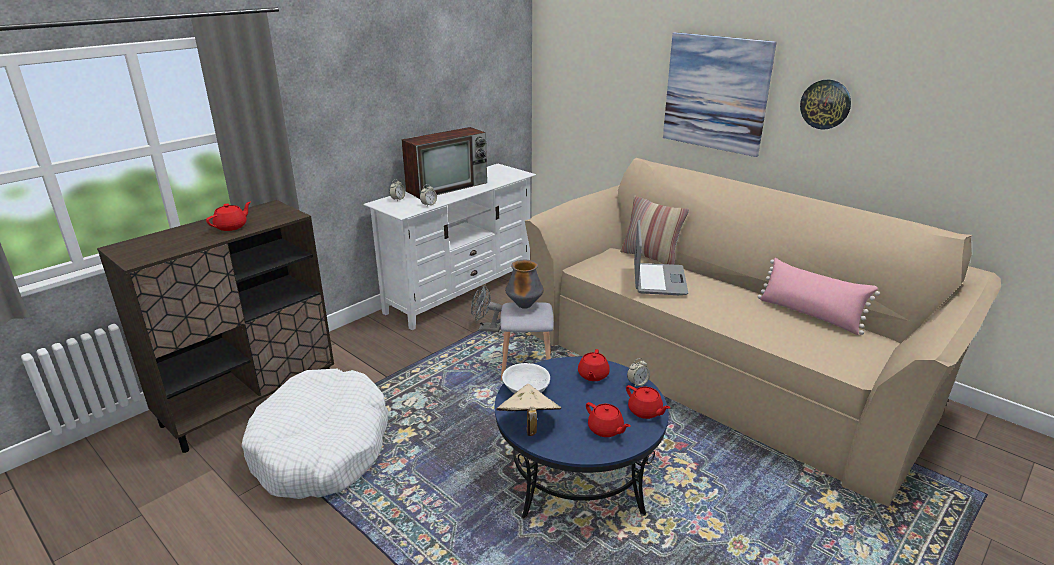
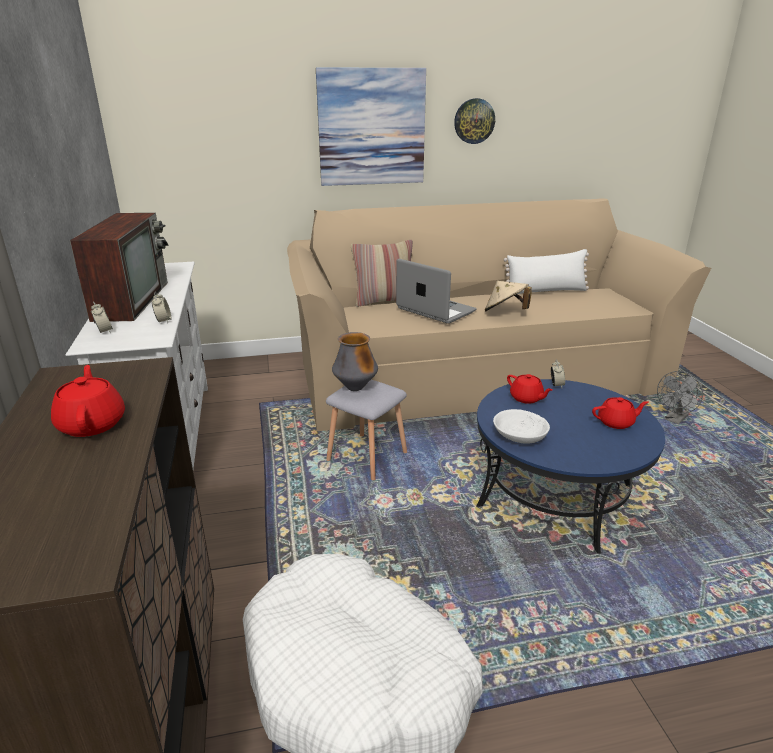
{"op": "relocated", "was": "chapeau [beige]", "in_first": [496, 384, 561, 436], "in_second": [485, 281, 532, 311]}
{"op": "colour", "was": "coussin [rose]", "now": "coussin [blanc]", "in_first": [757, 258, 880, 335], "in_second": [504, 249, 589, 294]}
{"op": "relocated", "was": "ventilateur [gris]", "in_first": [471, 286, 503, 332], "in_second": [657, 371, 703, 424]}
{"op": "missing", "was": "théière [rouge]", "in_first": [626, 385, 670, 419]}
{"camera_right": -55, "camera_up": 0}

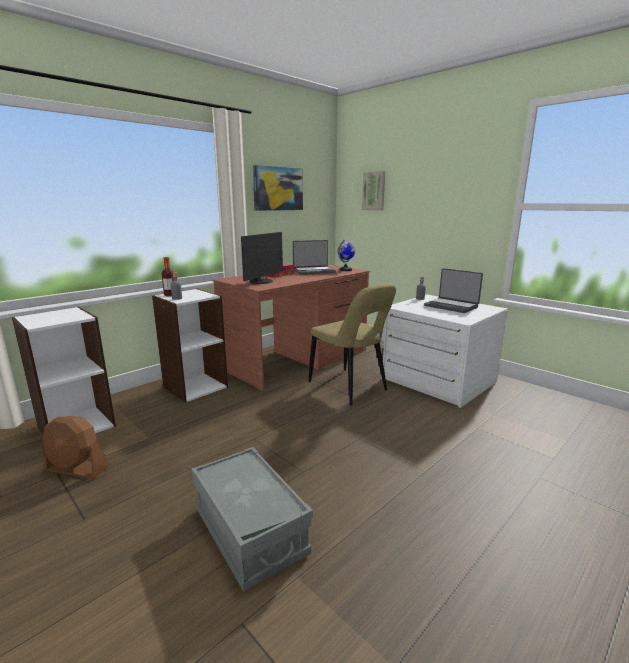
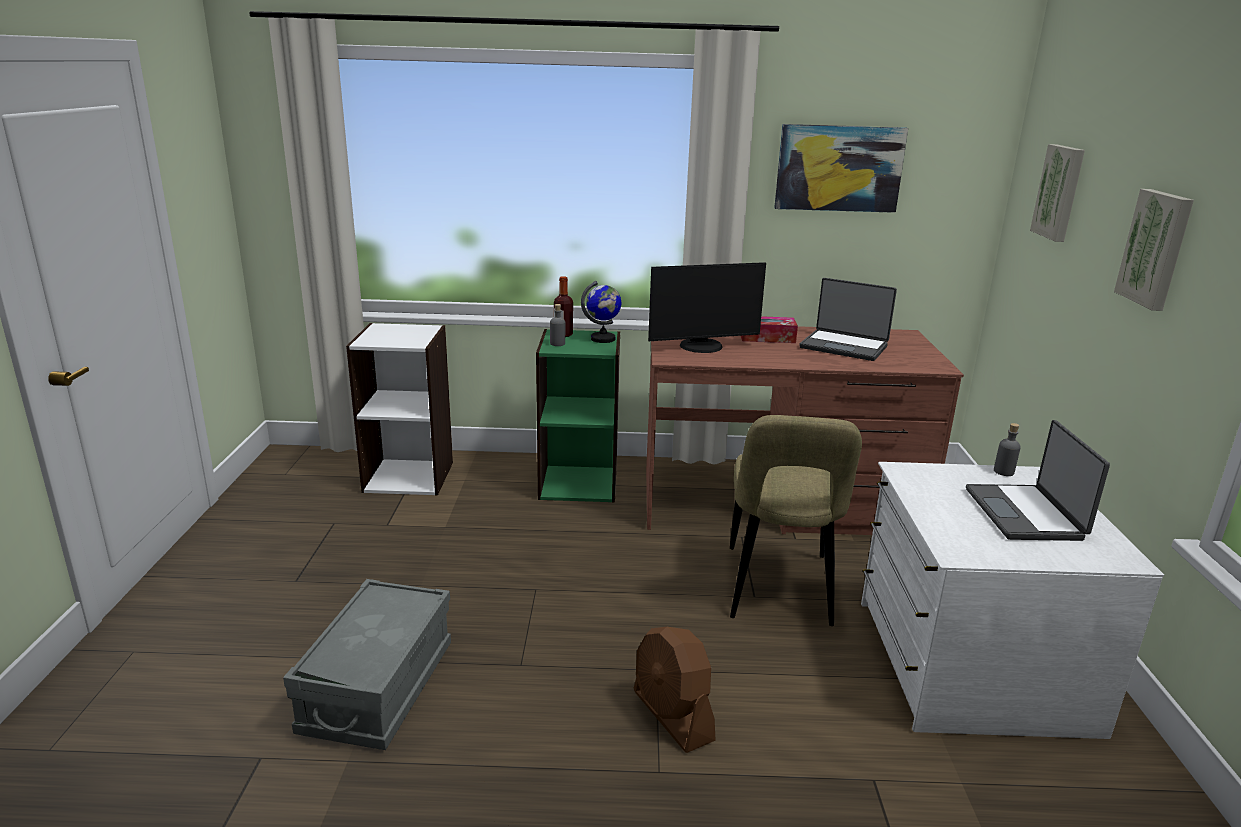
{"op": "colour", "was": "bibliothèque [blanc]", "now": "bibliothèque [vert]", "in_first": [152, 289, 228, 403], "in_second": [536, 329, 620, 503]}
{"op": "relocated", "was": "globe", "in_first": [338, 240, 355, 271], "in_second": [581, 281, 621, 343]}
{"op": "relocated", "was": "ventilateur [marron]", "in_first": [41, 416, 109, 480], "in_second": [634, 627, 716, 753]}
{"op": "appeared", "now": "tableau", "in_second": [1114, 189, 1194, 311]}
{"camera_right": 45, "camera_up": 5}

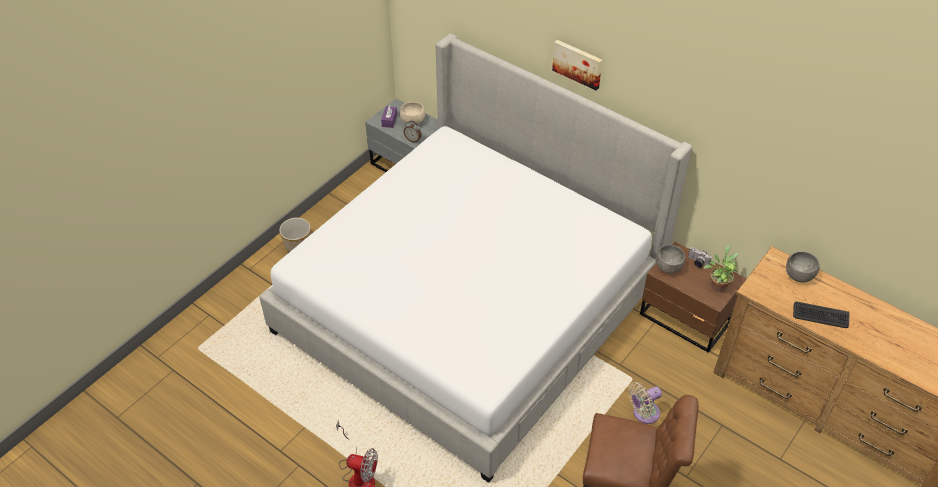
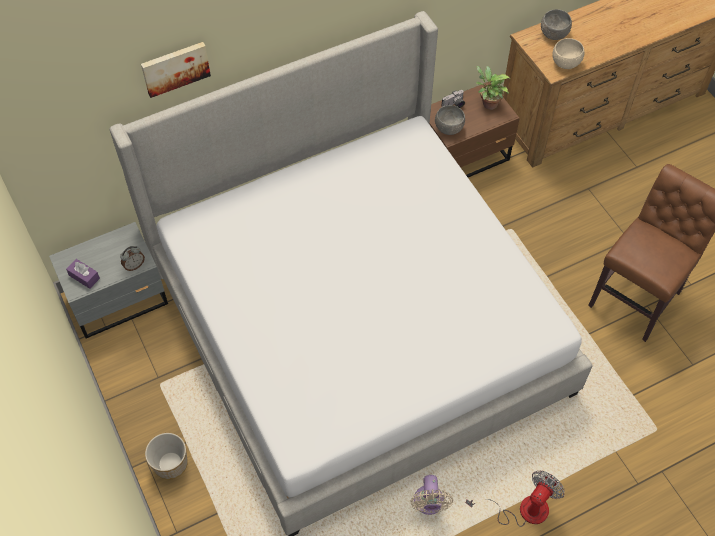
{"op": "relocated", "was": "tableau", "in_first": [552, 40, 603, 91], "in_second": [141, 42, 211, 98]}
{"op": "relocated", "was": "ventilateur [beige]", "in_first": [628, 382, 662, 424], "in_second": [410, 475, 453, 515]}
{"op": "relocated", "was": "bol [beige]", "in_first": [400, 102, 425, 125], "in_second": [552, 38, 584, 69]}
{"op": "missing", "was": "clavier", "in_first": [793, 301, 850, 328]}
{"camera_right": -65, "camera_up": 10}

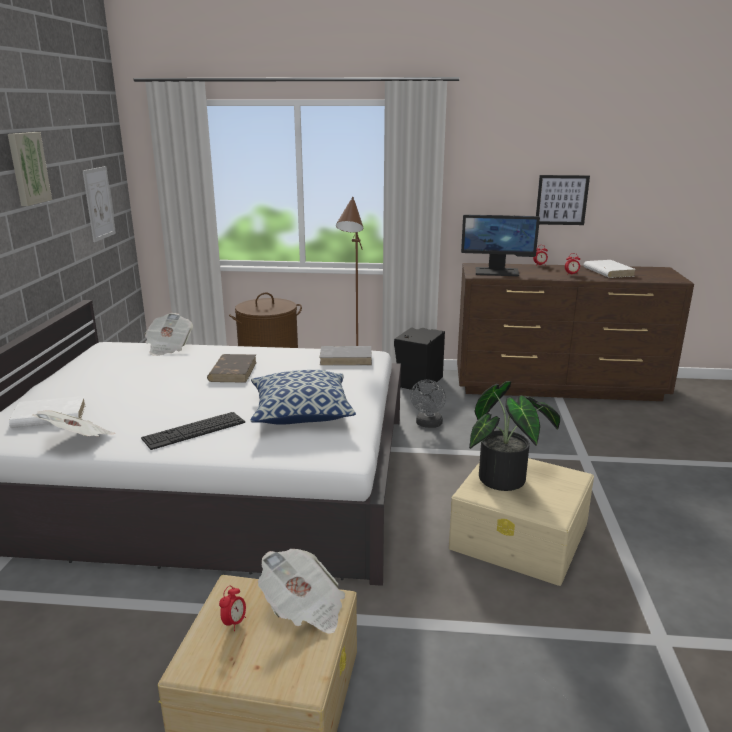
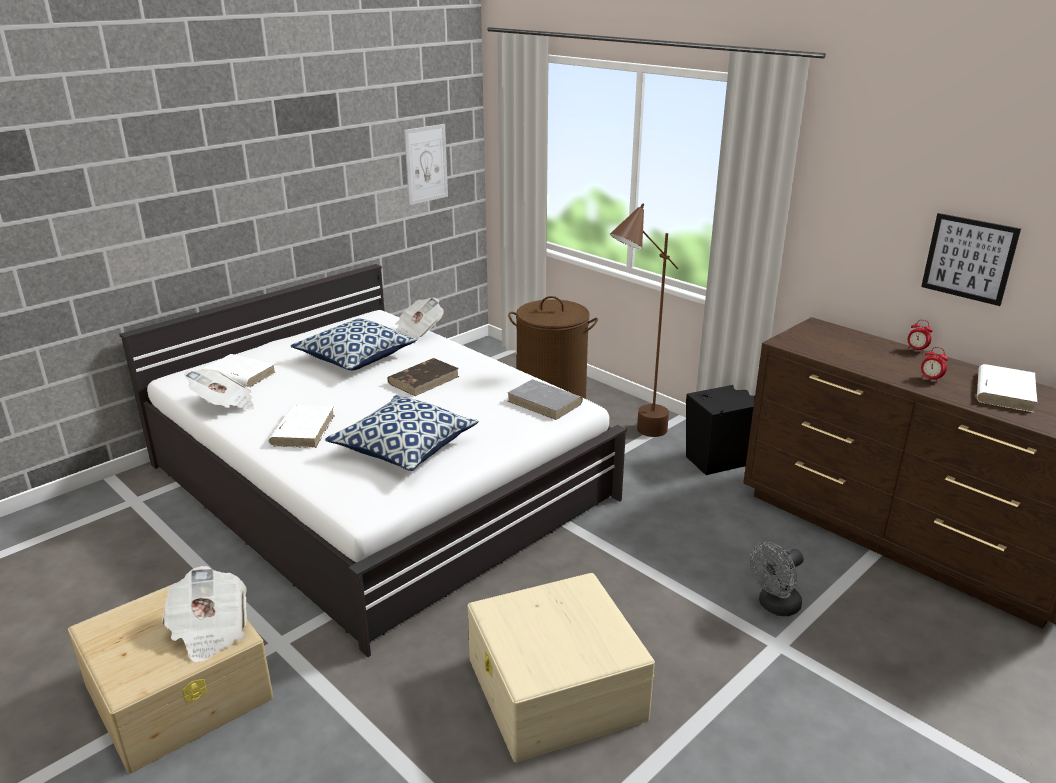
{"op": "exchanged", "was": "clavier", "now": "livre [blanc]", "in_first": [141, 412, 245, 450], "in_second": [269, 405, 335, 448]}
{"op": "appeared", "now": "coussin", "in_second": [291, 318, 417, 370]}
{"op": "relocated", "was": "ventilateur [gris]", "in_first": [410, 380, 446, 428], "in_second": [750, 542, 804, 616]}
{"op": "missing", "was": "tableau", "in_first": [8, 132, 52, 206]}
{"op": "missing", "was": "réveil", "in_first": [219, 585, 246, 631]}
{"op": "missing", "was": "écran d'ordinateur", "in_first": [461, 215, 540, 276]}
{"op": "missing", "was": "plante en pot", "in_first": [469, 381, 560, 491]}
{"camera_right": 40, "camera_up": 5}

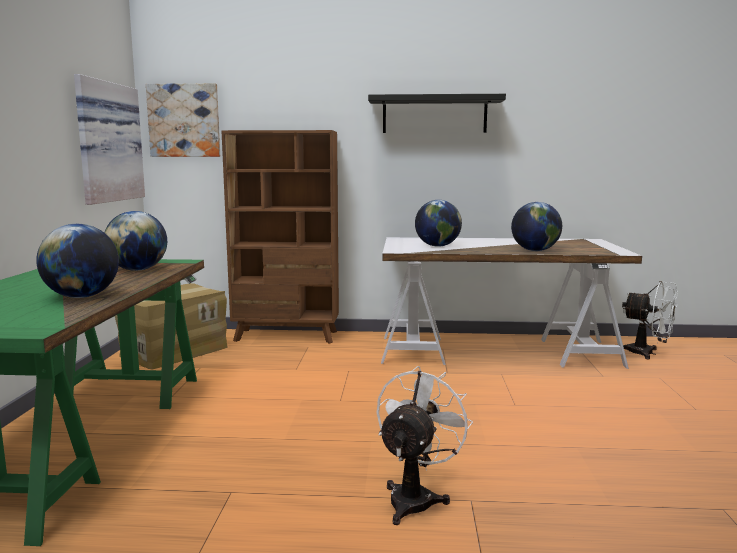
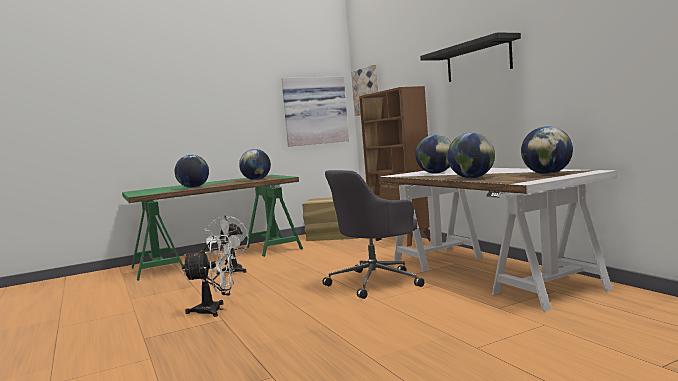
{"op": "relocated", "was": "ventilateur [blanc]", "in_first": [622, 281, 678, 359], "in_second": [203, 216, 249, 275]}
{"op": "appeared", "now": "chaise de bureau [gris]", "in_second": [323, 170, 424, 299]}
{"op": "appeared", "now": "globe", "in_second": [521, 126, 573, 174]}
{"camera_right": 60, "camera_up": -5}

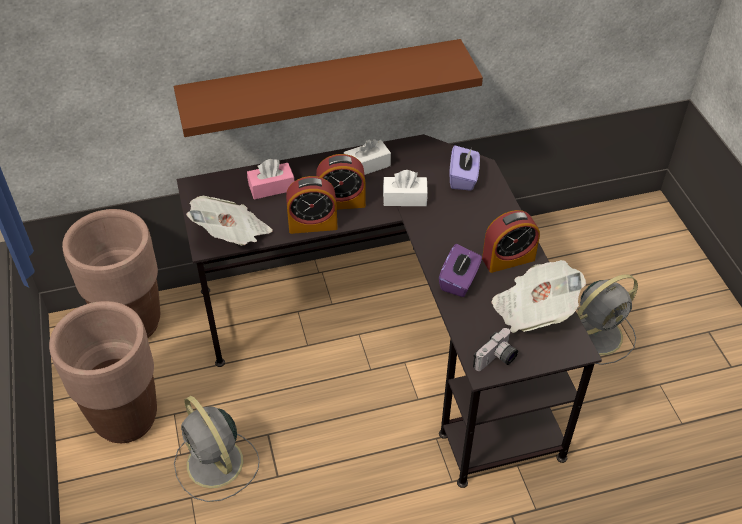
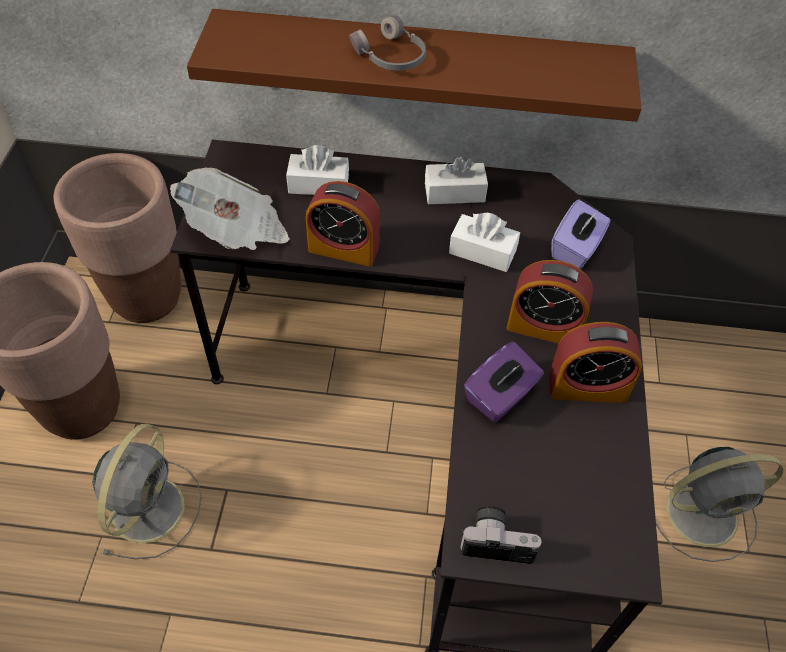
{"op": "spun", "was": "ventilateur [gris]", "in_first": [174, 396, 260, 502], "in_second": [92, 423, 202, 559], "clockwise": -150}
{"op": "colour", "was": "boîte à mouchoirs [rose]", "now": "boîte à mouchoirs [blanc]", "in_first": [247, 159, 294, 199], "in_second": [286, 145, 349, 195]}
{"op": "appeared", "now": "casque audio [gris]", "in_second": [349, 15, 426, 71]}
{"op": "spun", "was": "appareil photo", "in_first": [473, 328, 518, 371], "in_second": [460, 506, 542, 564], "clockwise": -150}
{"op": "relocated", "was": "réveil", "in_first": [316, 154, 366, 209], "in_second": [507, 260, 593, 344]}
{"op": "missing", "was": "journal", "in_first": [491, 260, 586, 333]}
{"camera_right": 20, "camera_up": 5}

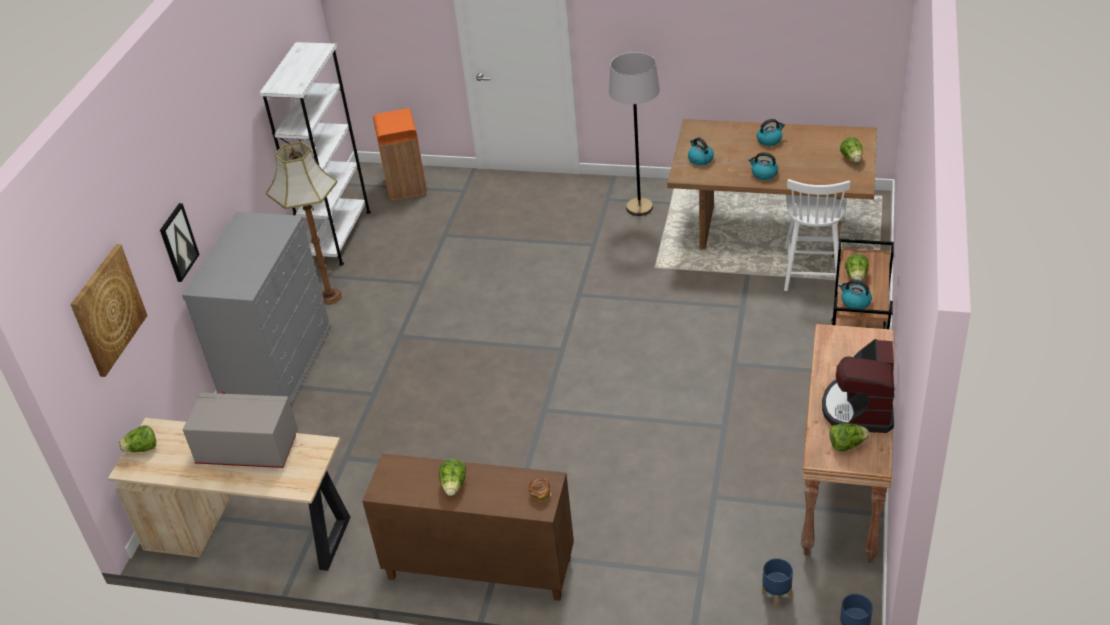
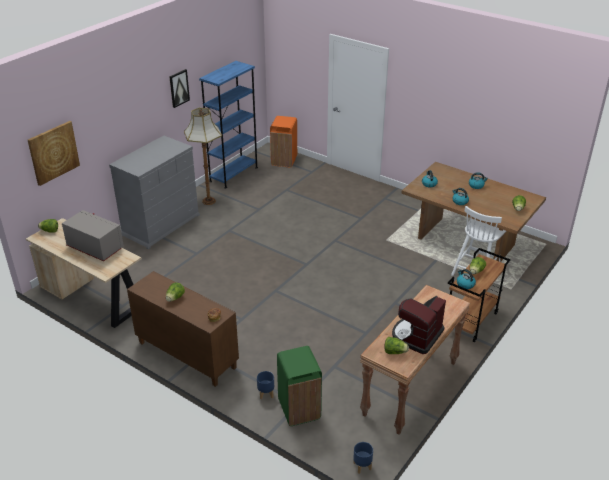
{"op": "relocated", "was": "tableau", "in_first": [160, 203, 200, 282], "in_second": [169, 69, 190, 108]}
{"op": "colour", "was": "bibliothèque [blanc]", "now": "bibliothèque [bleu]", "in_first": [259, 42, 371, 266], "in_second": [199, 61, 258, 189]}
{"op": "relocated", "was": "cache-pot [bleu]", "in_first": [762, 558, 793, 607], "in_second": [257, 371, 274, 400]}
{"op": "appeared", "now": "poubelle [vert]", "in_second": [277, 346, 322, 426]}
{"op": "missing", "was": "lampadaire [gris]", "in_first": [609, 52, 660, 216]}
{"camera_right": 20, "camera_up": -5}

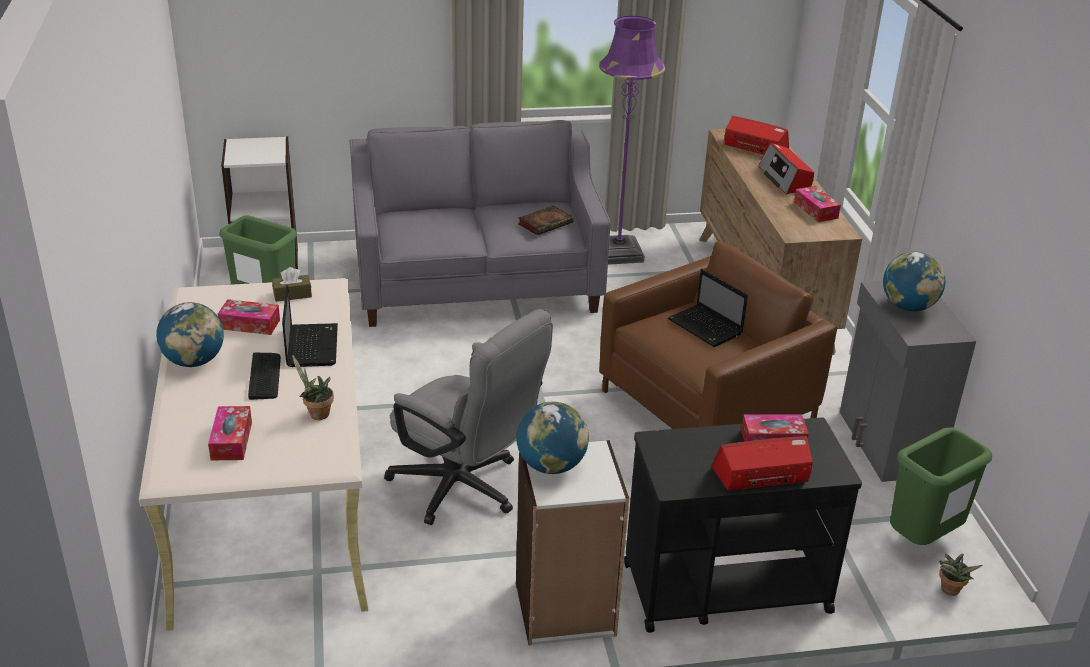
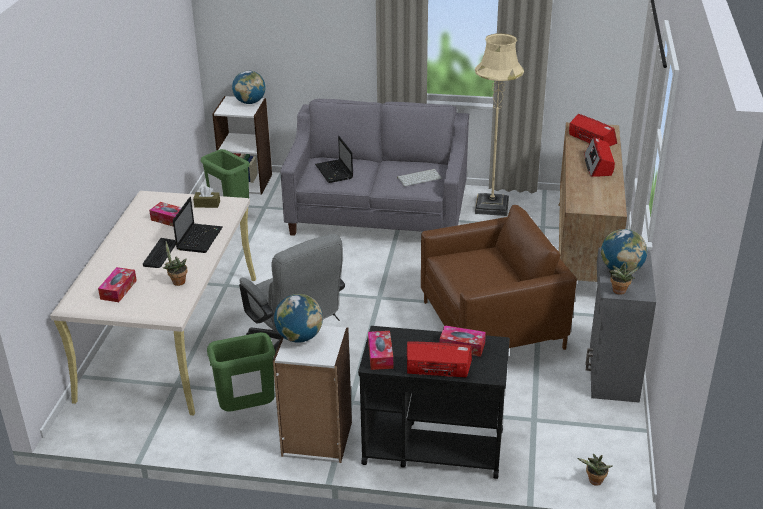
{"op": "relocated", "was": "poubelle [vert]", "in_first": [890, 427, 992, 545], "in_second": [207, 332, 275, 412]}
{"op": "relocated", "was": "globe", "in_first": [156, 302, 224, 367], "in_second": [232, 71, 266, 104]}
{"op": "relocated", "was": "ordinateur portable", "in_first": [668, 269, 748, 347], "in_second": [315, 136, 353, 183]}
{"op": "relocated", "was": "boîte à mouchoirs", "in_first": [794, 186, 841, 222], "in_second": [368, 331, 393, 370]}
{"op": "exchanged", "was": "livre", "now": "clavier", "in_first": [518, 206, 574, 235], "in_second": [397, 169, 442, 186]}
{"op": "colour", "was": "lampadaire [violet]", "now": "lampadaire [beige]", "in_first": [599, 16, 665, 265], "in_second": [475, 33, 524, 216]}
{"op": "appeared", "now": "plante en pot", "in_second": [609, 262, 639, 295]}
{"camera_right": 20, "camera_up": 0}

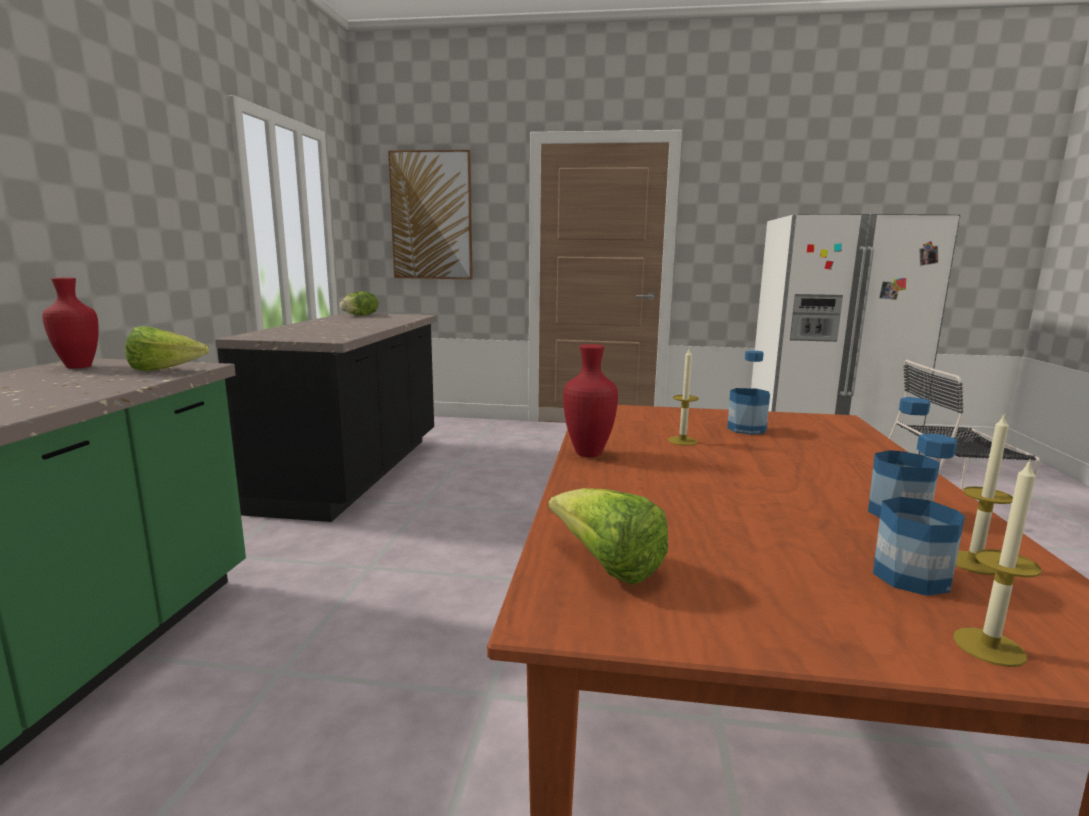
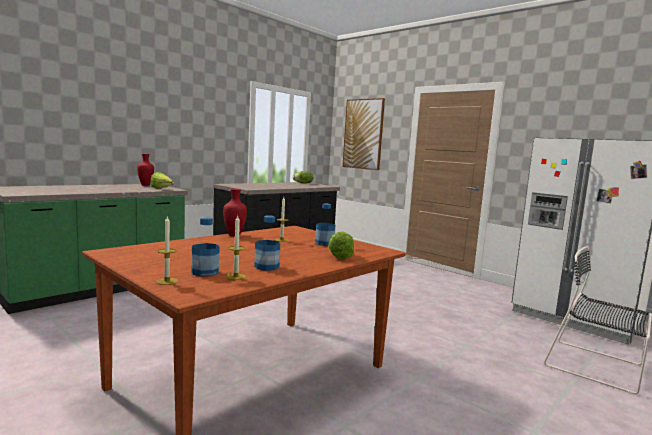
{"op": "relocated", "was": "laitue", "in_first": [548, 488, 668, 585], "in_second": [328, 231, 354, 259]}
{"camera_right": 35, "camera_up": -5}

